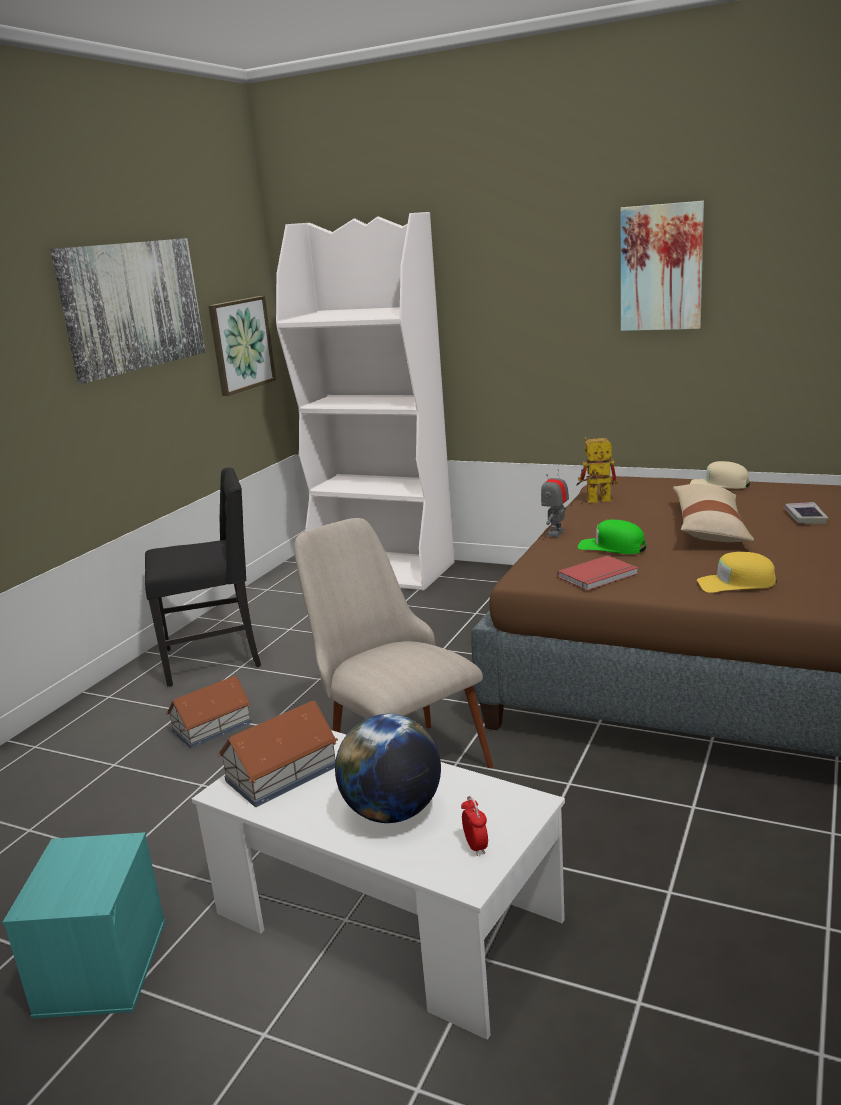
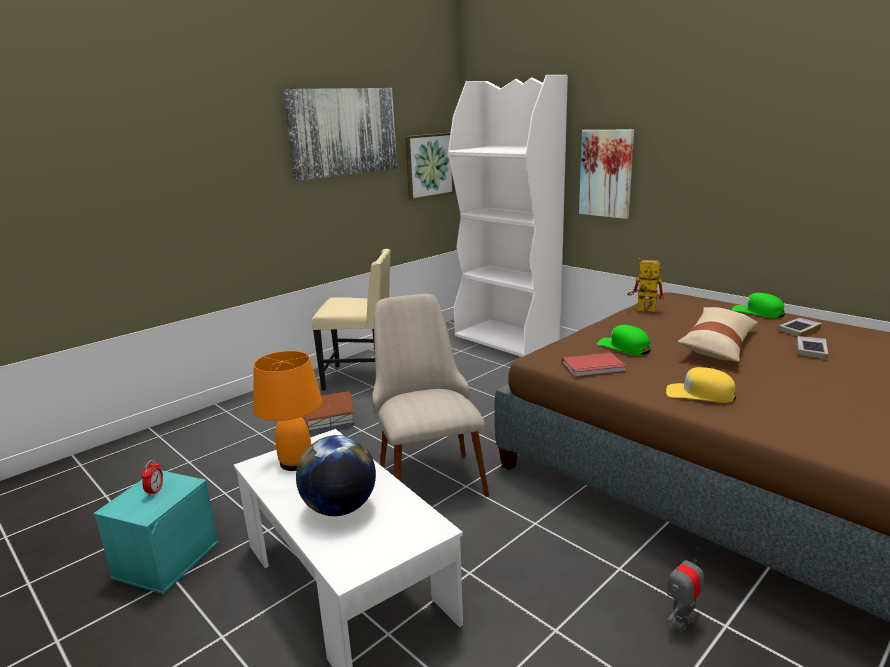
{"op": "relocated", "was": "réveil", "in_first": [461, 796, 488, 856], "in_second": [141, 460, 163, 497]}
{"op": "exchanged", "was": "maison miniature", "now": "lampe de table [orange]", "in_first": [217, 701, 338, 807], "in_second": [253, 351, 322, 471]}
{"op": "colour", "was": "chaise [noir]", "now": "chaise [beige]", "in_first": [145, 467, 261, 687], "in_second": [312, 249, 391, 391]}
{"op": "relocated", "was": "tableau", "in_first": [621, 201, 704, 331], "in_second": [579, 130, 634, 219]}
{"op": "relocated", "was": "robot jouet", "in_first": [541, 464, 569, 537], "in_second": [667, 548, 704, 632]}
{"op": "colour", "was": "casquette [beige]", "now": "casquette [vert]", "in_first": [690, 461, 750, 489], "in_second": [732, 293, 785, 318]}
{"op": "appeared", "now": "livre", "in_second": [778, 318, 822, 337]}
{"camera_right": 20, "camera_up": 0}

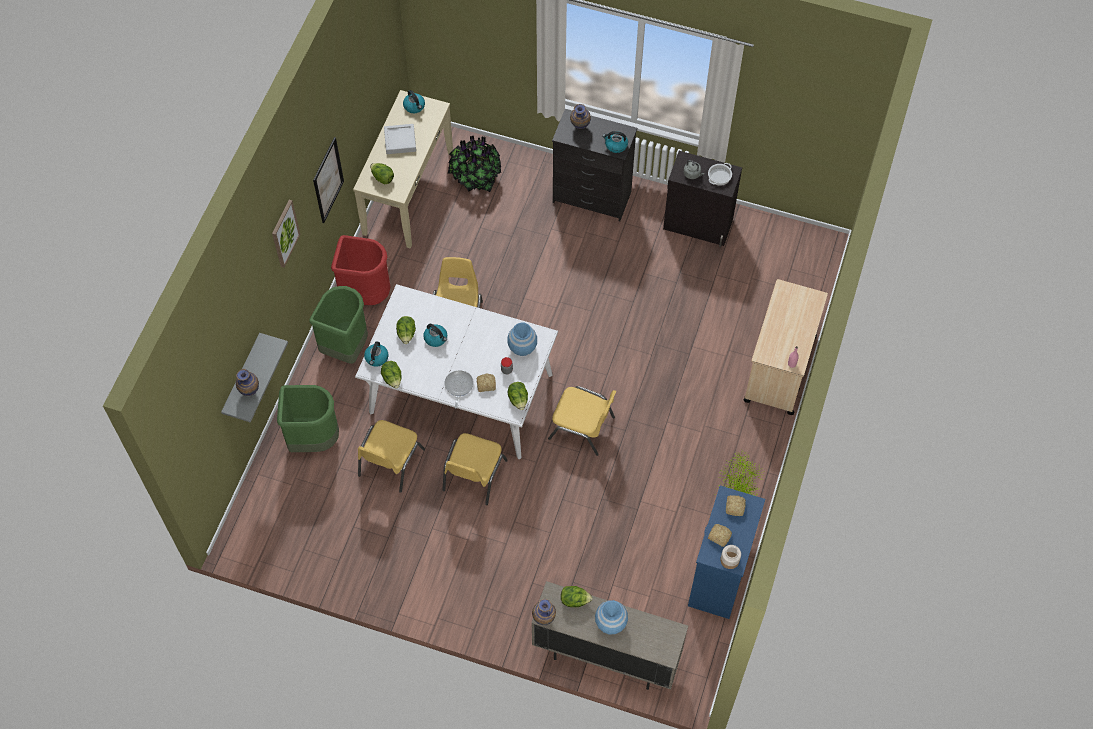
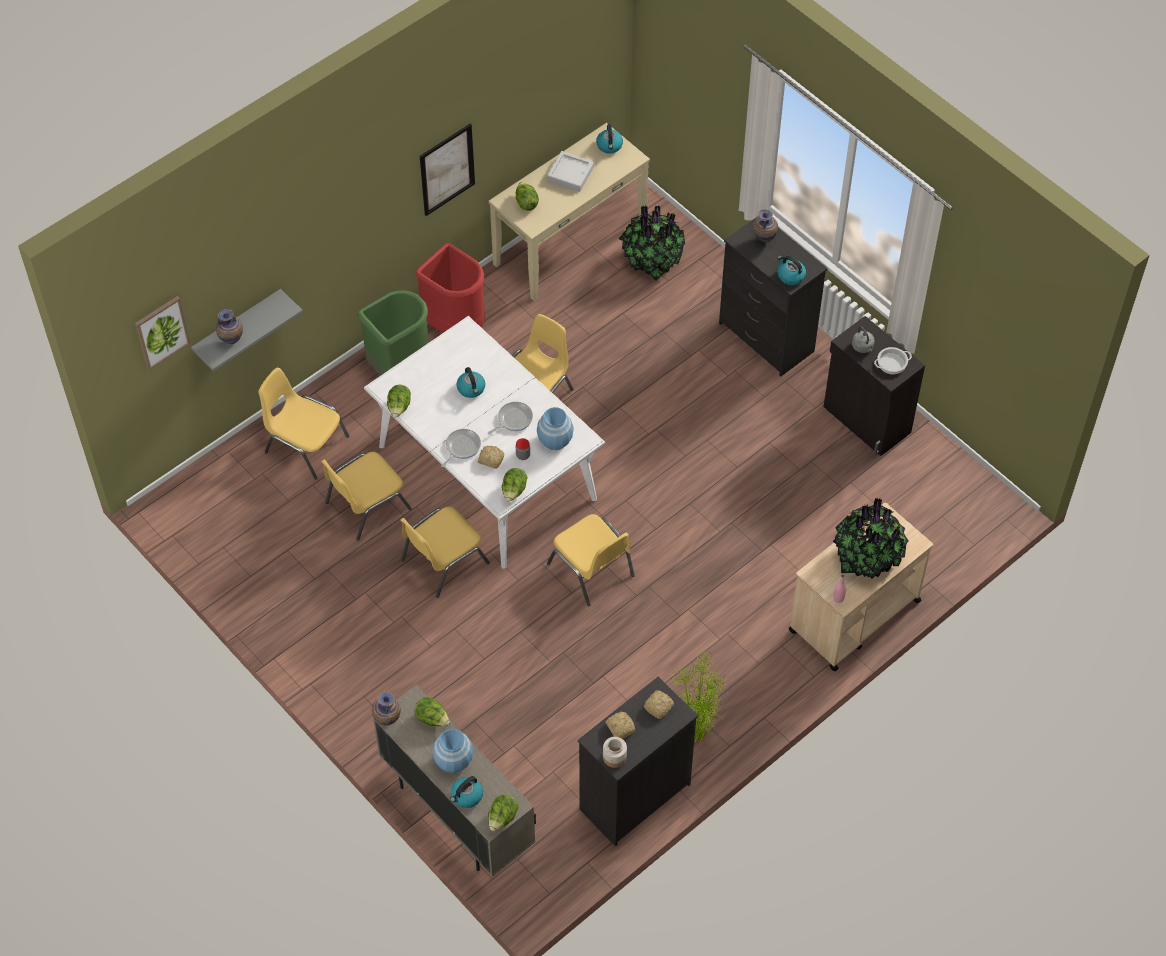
{"op": "relocated", "was": "tableau", "in_first": [272, 200, 300, 268], "in_second": [135, 296, 191, 370]}
{"op": "exchanged", "was": "poubelle [vert]", "now": "chaise [jaune]", "in_first": [277, 385, 339, 452], "in_second": [258, 368, 349, 480]}
{"op": "relocated", "was": "bouilloire", "in_first": [364, 341, 389, 367], "in_second": [450, 776, 483, 808]}
{"op": "appeared", "now": "poêle", "in_second": [488, 402, 533, 435]}
{"op": "relocated", "was": "laitue", "in_first": [396, 316, 416, 344], "in_second": [488, 794, 519, 831]}
{"op": "colour", "was": "commode [bleu]", "now": "commode [noir]", "in_first": [688, 486, 765, 619], "in_second": [578, 677, 698, 847]}
{"op": "appeared", "now": "plante en pot", "in_second": [833, 497, 908, 579]}
{"camera_right": 30, "camera_up": -5}

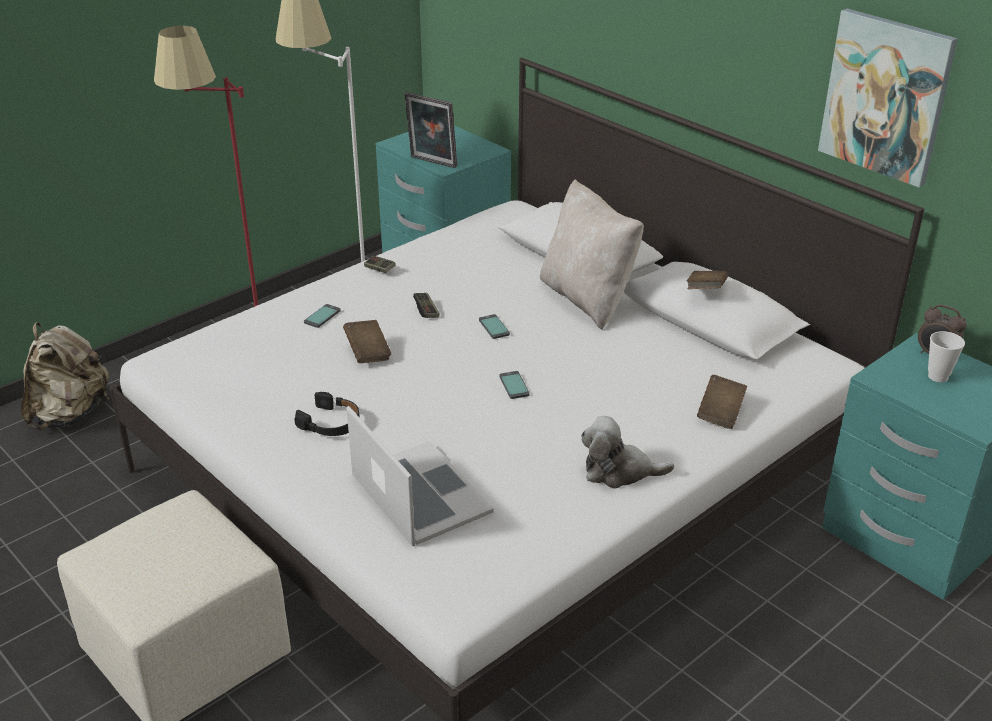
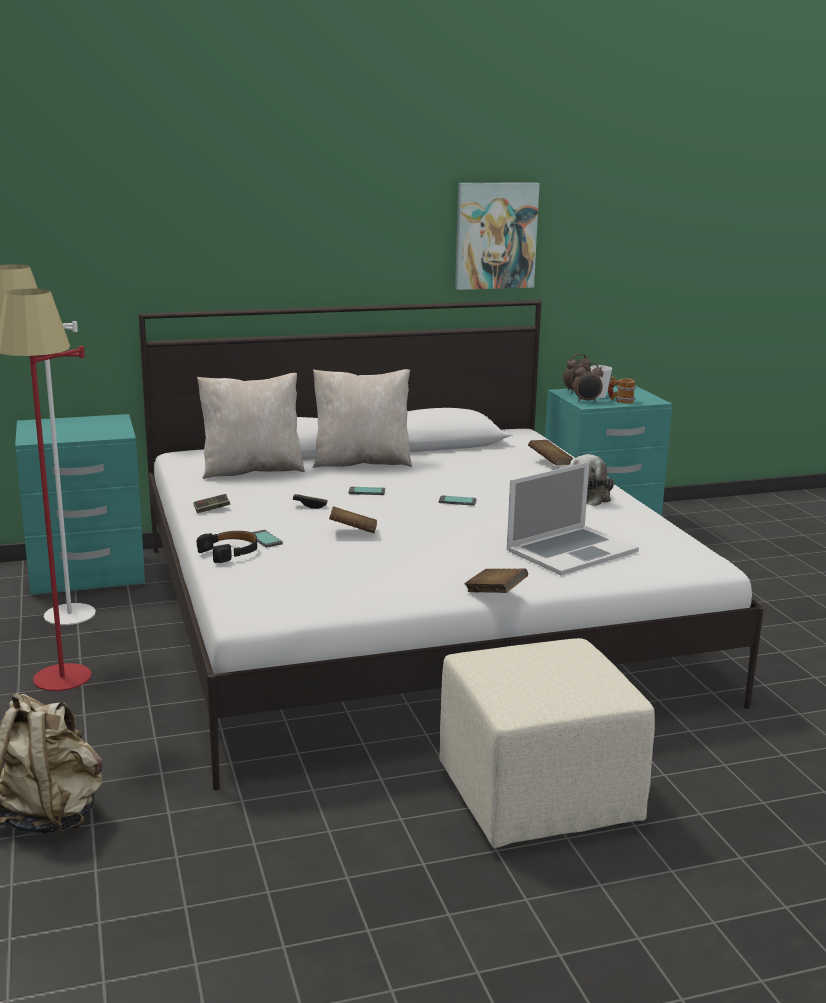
{"op": "appeared", "now": "coussin [beige]", "in_second": [197, 373, 305, 479]}
{"op": "relocated", "was": "casque audio [noir]", "in_first": [294, 392, 360, 436], "in_second": [197, 531, 257, 563]}
{"op": "relocated", "was": "livre [marron]", "in_first": [687, 271, 728, 289], "in_second": [465, 568, 528, 593]}
{"op": "spun", "was": "ordinateur portable", "in_first": [347, 406, 494, 546], "in_second": [507, 462, 639, 575], "clockwise": 150}
{"op": "appeared", "now": "réveil", "in_second": [573, 362, 603, 402]}
{"op": "appeared", "now": "mug", "in_second": [608, 376, 636, 404]}
{"op": "missing", "was": "cadre photo", "in_first": [404, 92, 457, 168]}
{"camera_right": -65, "camera_up": -15}

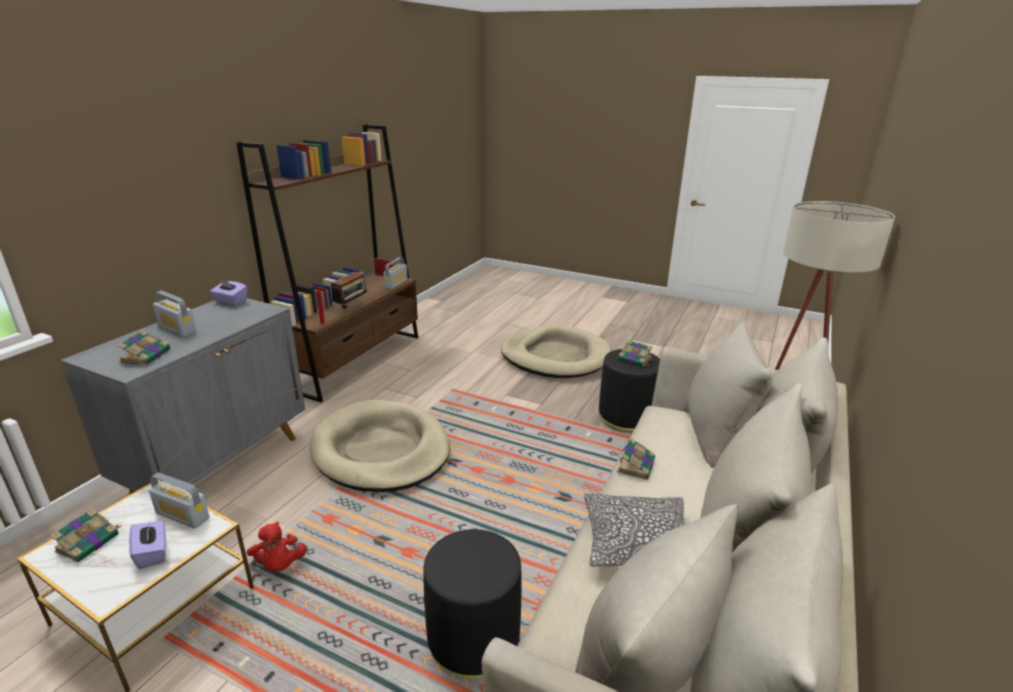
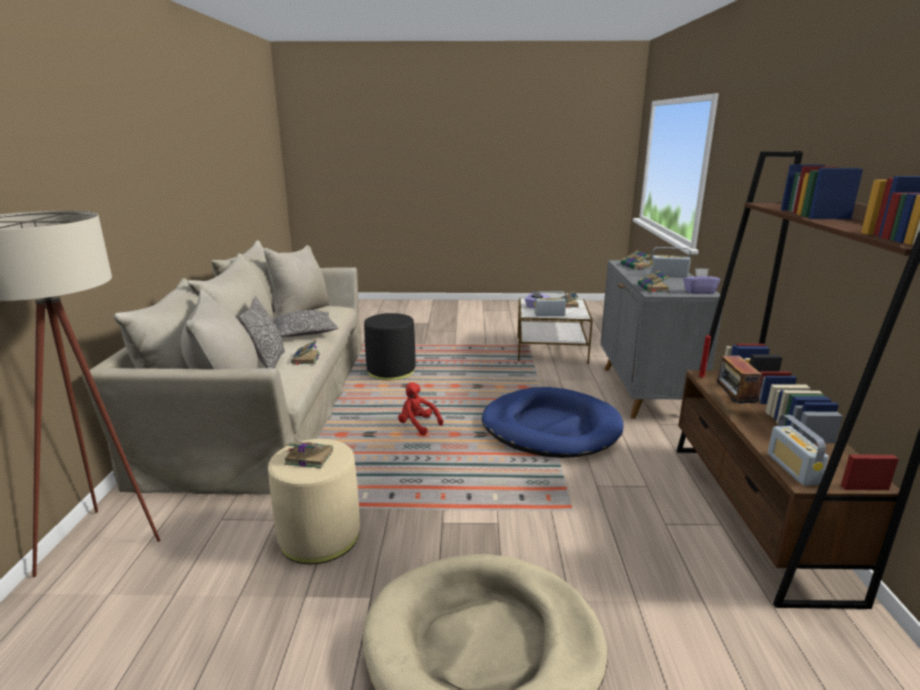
{"op": "appeared", "now": "coussin", "in_second": [239, 296, 285, 368]}
{"op": "colour", "was": "pouf [noir]", "now": "pouf [beige]", "in_first": [599, 349, 660, 432], "in_second": [268, 439, 360, 564]}
{"op": "relocated", "was": "peluche [rouge]", "in_first": [247, 522, 307, 572], "in_second": [398, 382, 443, 435]}
{"op": "colour", "was": "panier pour chien [beige]", "now": "panier pour chien [bleu]", "in_first": [309, 400, 450, 492], "in_second": [482, 387, 623, 458]}
{"op": "appeared", "now": "livre", "in_second": [638, 270, 670, 292]}
{"camera_right": 155, "camera_up": -5}

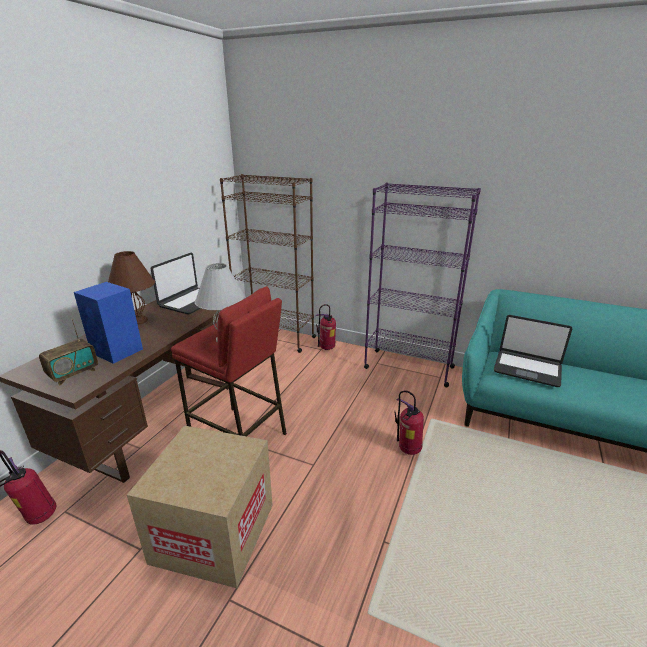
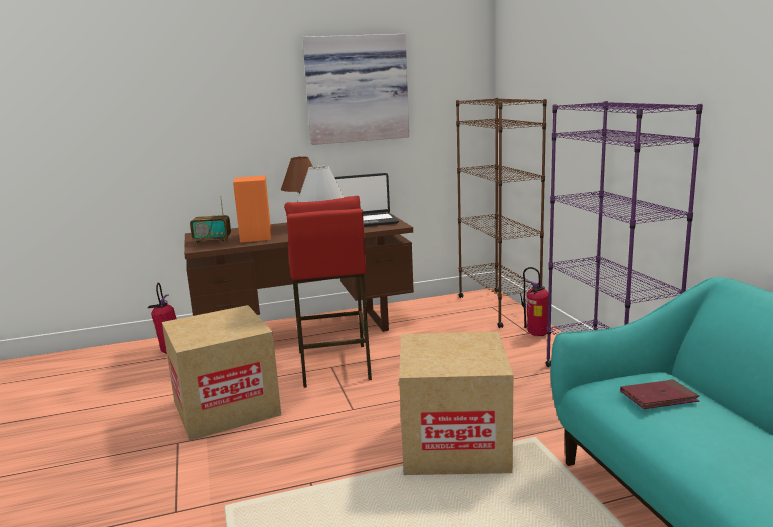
{"op": "colour", "was": "enceinte [bleu]", "now": "enceinte [orange]", "in_first": [74, 282, 143, 364], "in_second": [233, 175, 271, 242]}
{"op": "appeared", "now": "tableau", "in_second": [302, 34, 409, 145]}
{"op": "exchanged", "was": "extincteur", "now": "carton", "in_first": [394, 391, 424, 455], "in_second": [399, 331, 513, 475]}
{"op": "exchanged", "was": "ordinateur portable", "now": "livre [rouge]", "in_first": [494, 315, 572, 387], "in_second": [620, 379, 700, 409]}
{"camera_right": 50, "camera_up": -10}

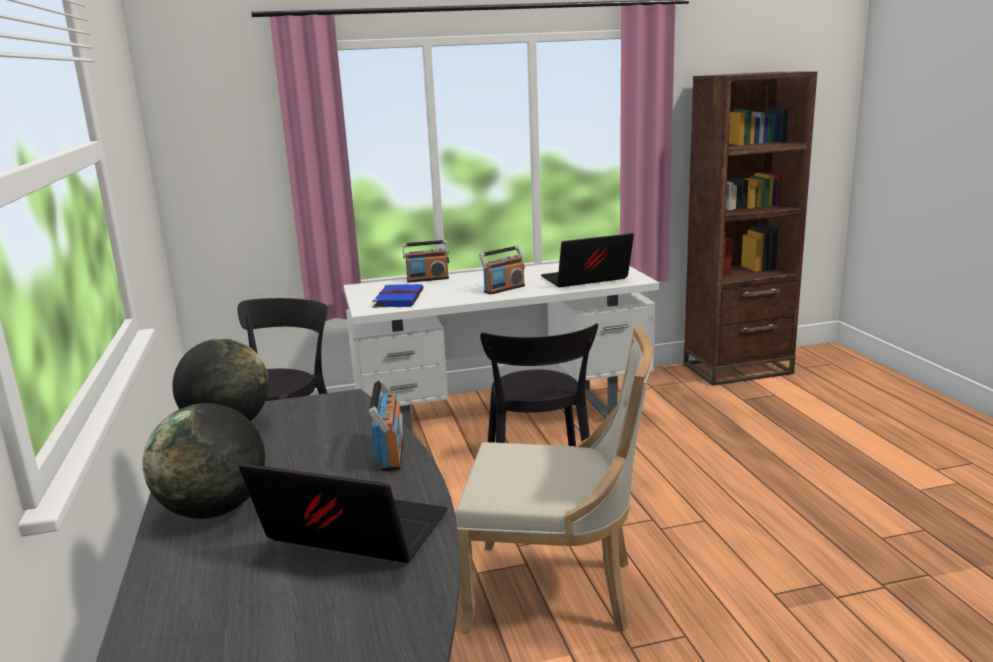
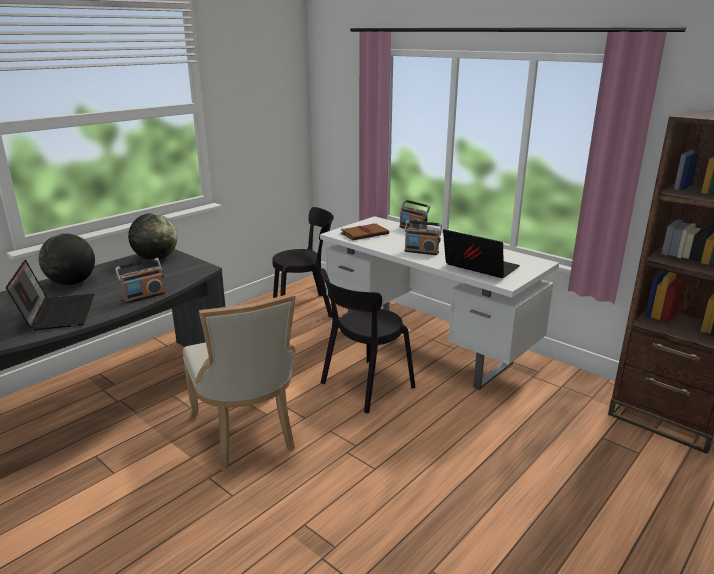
{"op": "colour", "was": "livre [bleu]", "now": "livre [marron]", "in_first": [372, 284, 423, 308], "in_second": [341, 223, 389, 240]}
{"camera_right": 55, "camera_up": 5}

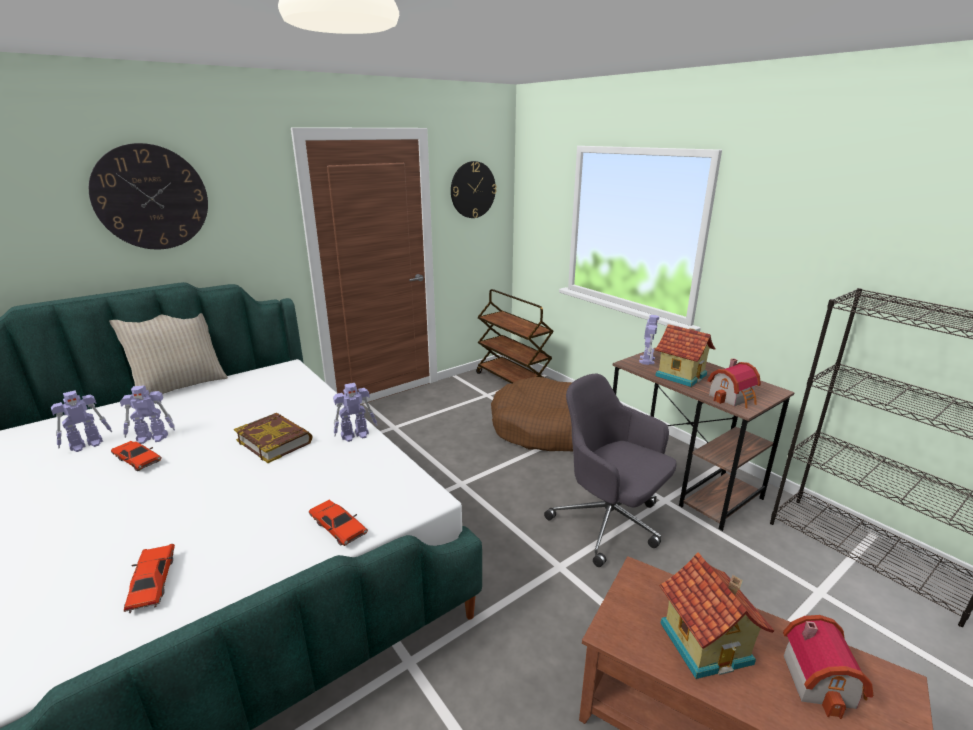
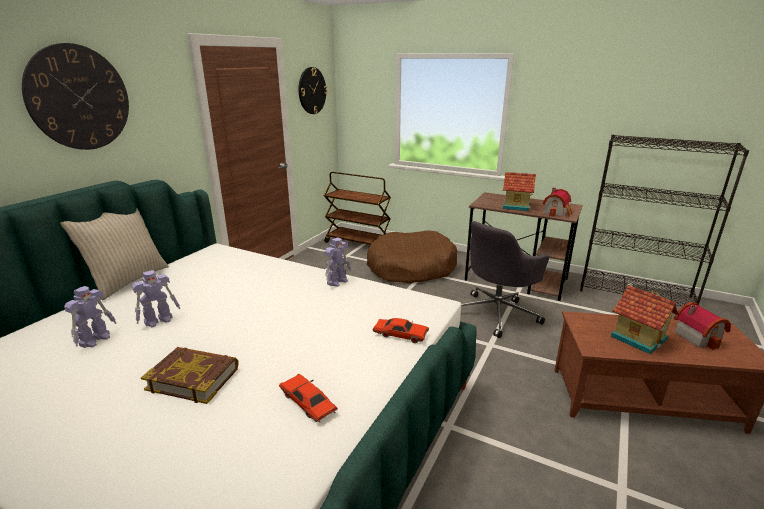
{"op": "relocated", "was": "livre", "in_first": [234, 413, 313, 463], "in_second": [141, 347, 239, 404]}
{"op": "spun", "was": "chaise de bureau [gris]", "in_first": [544, 374, 676, 567], "in_second": [461, 221, 550, 338], "clockwise": -60}
{"op": "missing", "was": "petite voiture [rouge]", "in_first": [111, 441, 162, 471]}
{"op": "missing", "was": "robot jouet", "in_first": [639, 315, 659, 365]}
{"camera_right": -25, "camera_up": 0}

